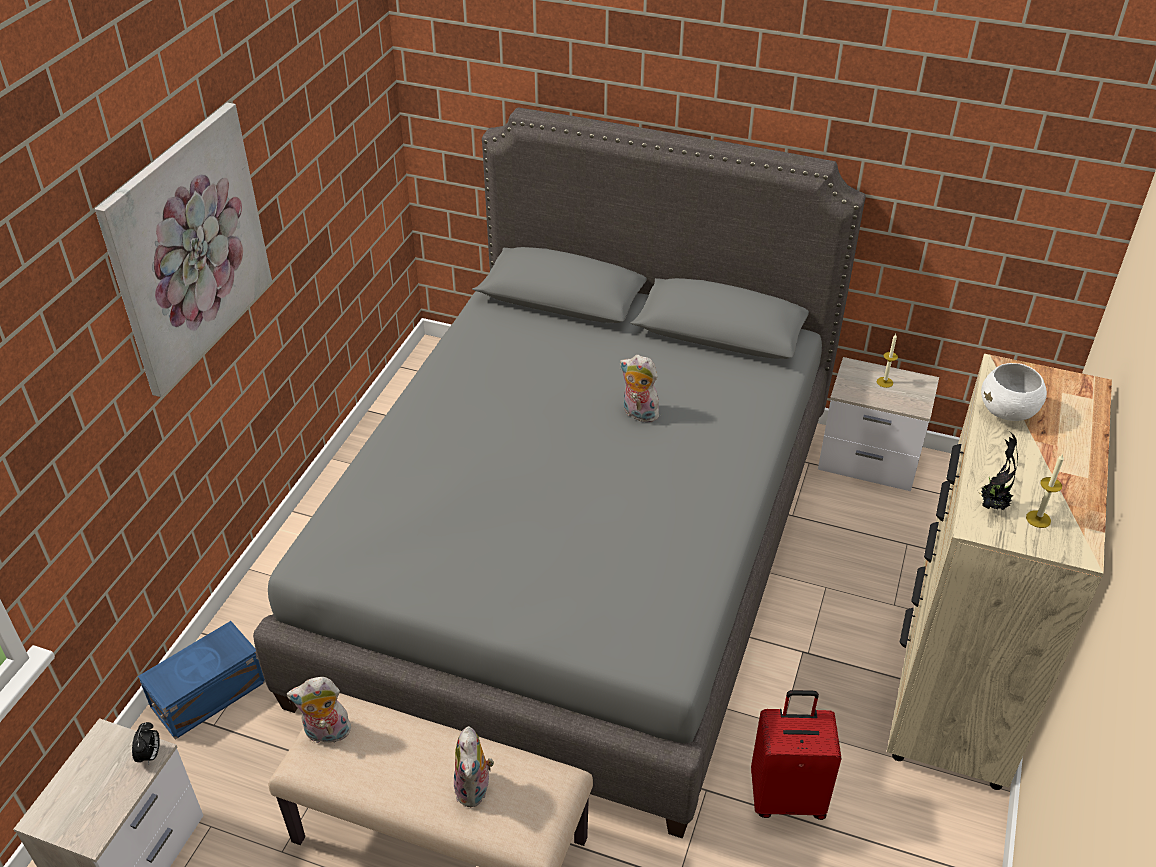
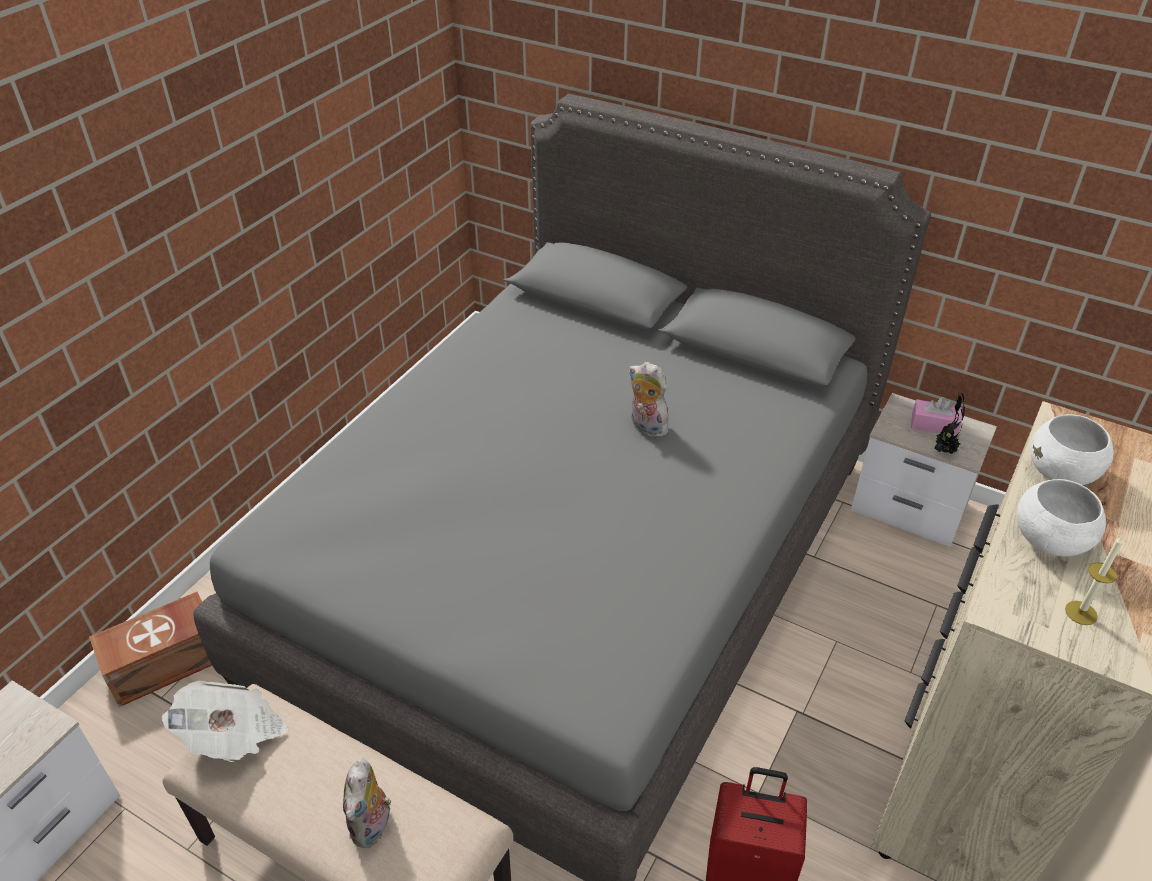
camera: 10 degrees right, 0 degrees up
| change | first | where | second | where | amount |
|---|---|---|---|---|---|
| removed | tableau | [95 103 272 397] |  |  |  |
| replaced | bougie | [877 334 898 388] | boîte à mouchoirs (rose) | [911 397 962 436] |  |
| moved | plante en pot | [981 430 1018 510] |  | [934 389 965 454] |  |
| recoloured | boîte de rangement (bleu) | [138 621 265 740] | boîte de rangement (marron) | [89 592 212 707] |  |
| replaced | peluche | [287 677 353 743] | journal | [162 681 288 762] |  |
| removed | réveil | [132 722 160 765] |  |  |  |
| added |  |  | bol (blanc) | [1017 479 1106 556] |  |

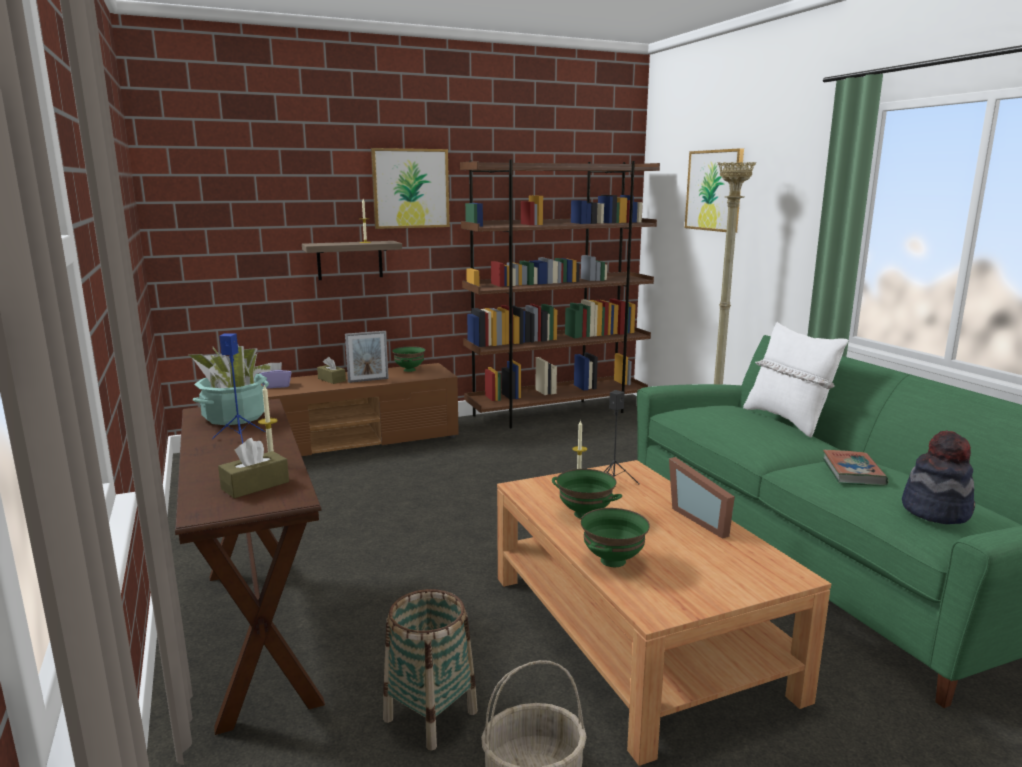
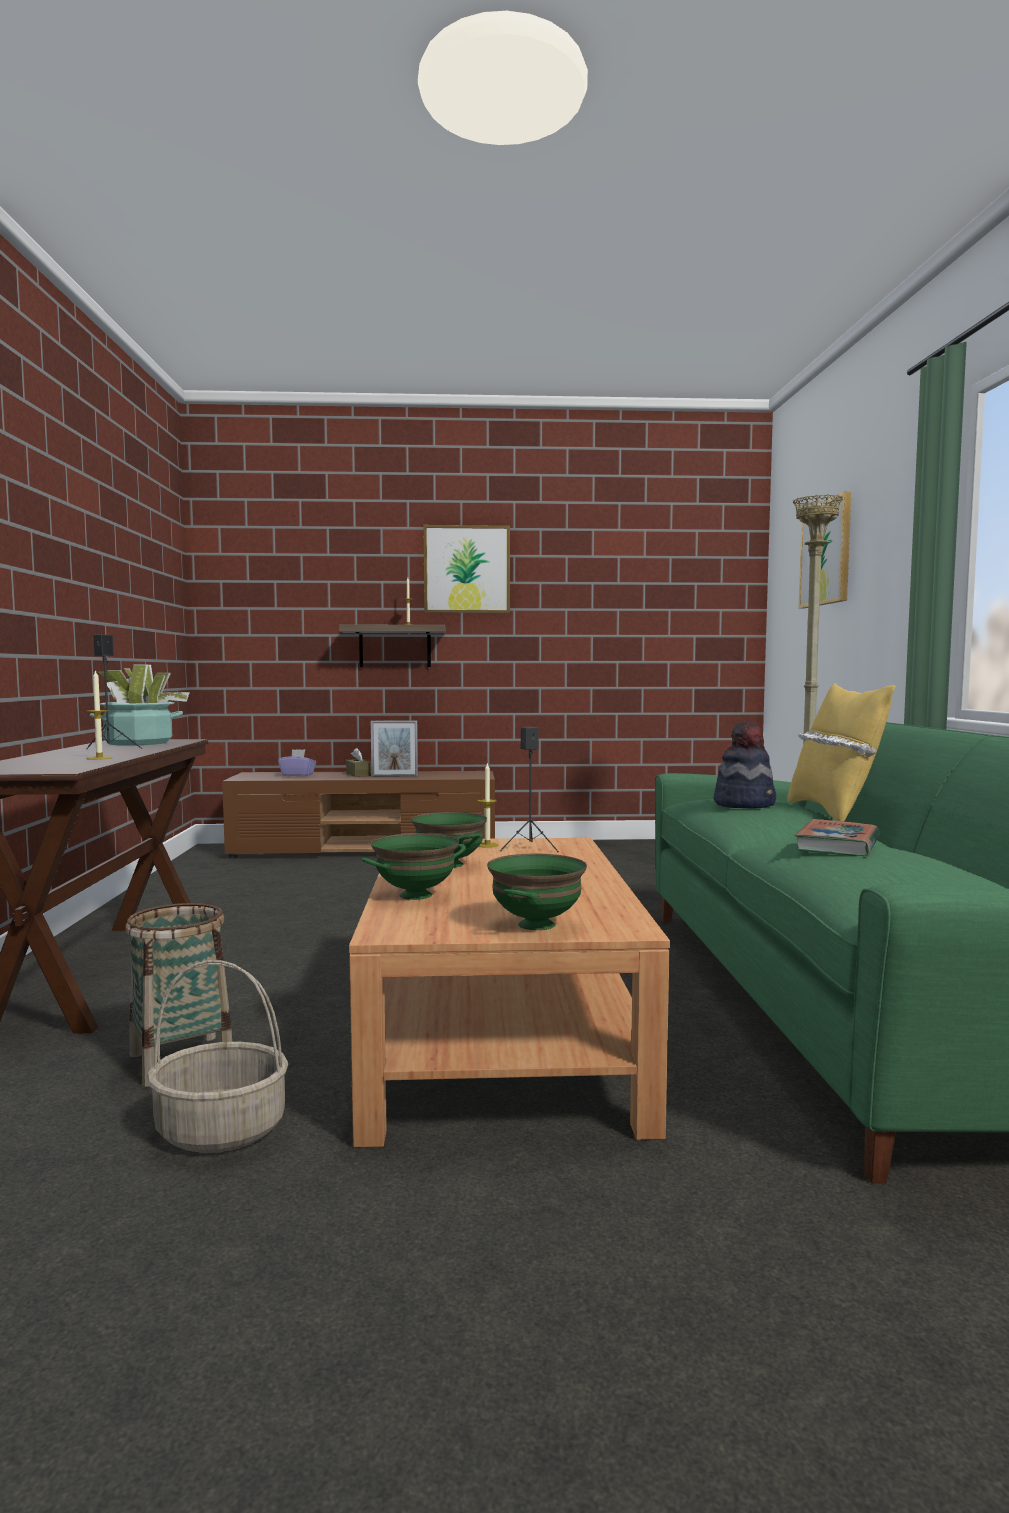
camera: 20 degrees right, 10 degrees down
| change | first | where | second | where | amount |
|---|---|---|---|---|---|
| removed | bibliothèque (marron) | [460 159 660 428] |  |  |  |
| recoloured | coussin (blanc) | [743 322 848 438] | coussin (jaune) | [787 683 895 821] |  |
| recoloured | enceinte (bleu) | [212 333 265 444] | enceinte (noir) | [86 634 142 749] |  |
| moved | bol (vert) | [392 346 426 372] |  | [487 854 587 930] |  |
| moved | chapeau | [902 430 975 524] |  | [713 721 776 808] |  |
| removed | boîte à mouchoirs (marron) | [218 438 289 498] |  |  |  |
| removed | cadre photo | [669 457 735 539] |  |  |  |

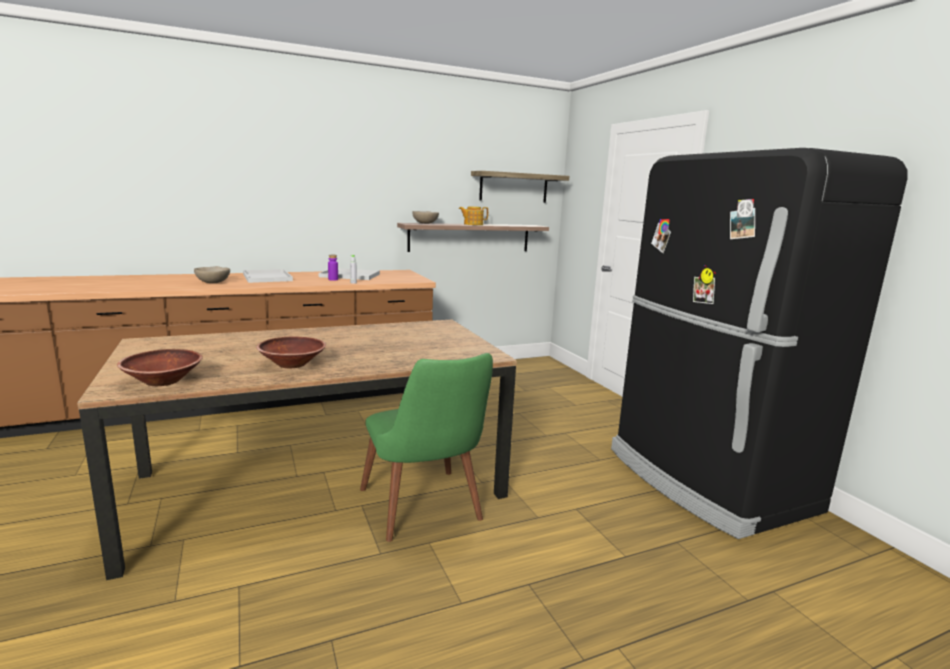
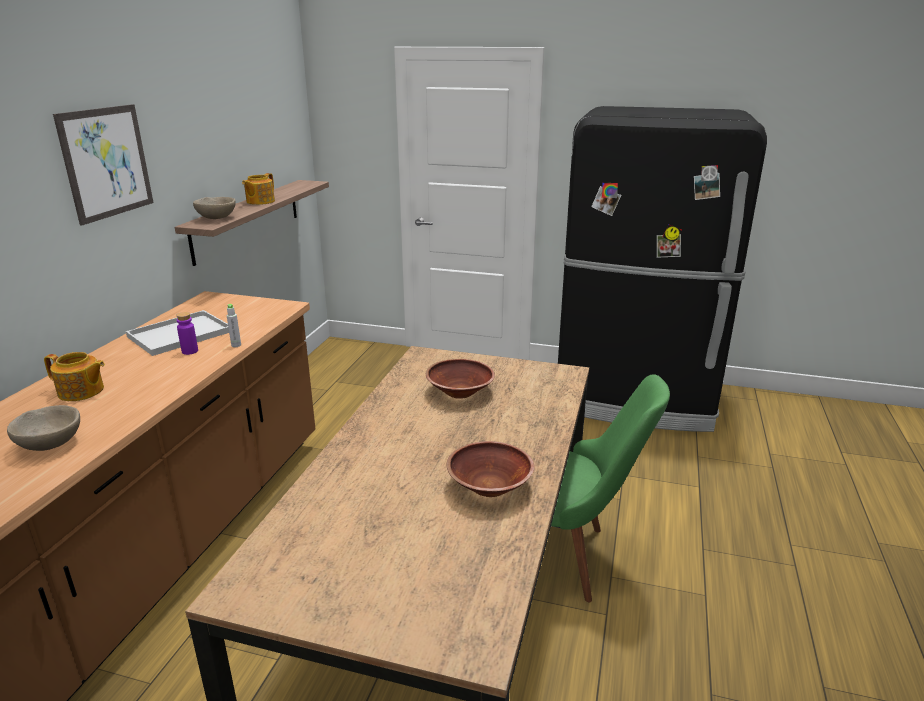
camera: 50 degrees left, 10 degrees up
| change | first | where | second | where | amount |
|---|---|---|---|---|---|
| removed | étagère | [471 171 569 203] |  |  |  |
| replaced | plateau (blanc) | [243 269 293 283] | théière | [44 352 105 401] |  |
| moved | bol (marron) | [117 349 203 386] |  | [426 359 495 399] |  |
| added |  |  | tableau | [53 104 153 225] |  |

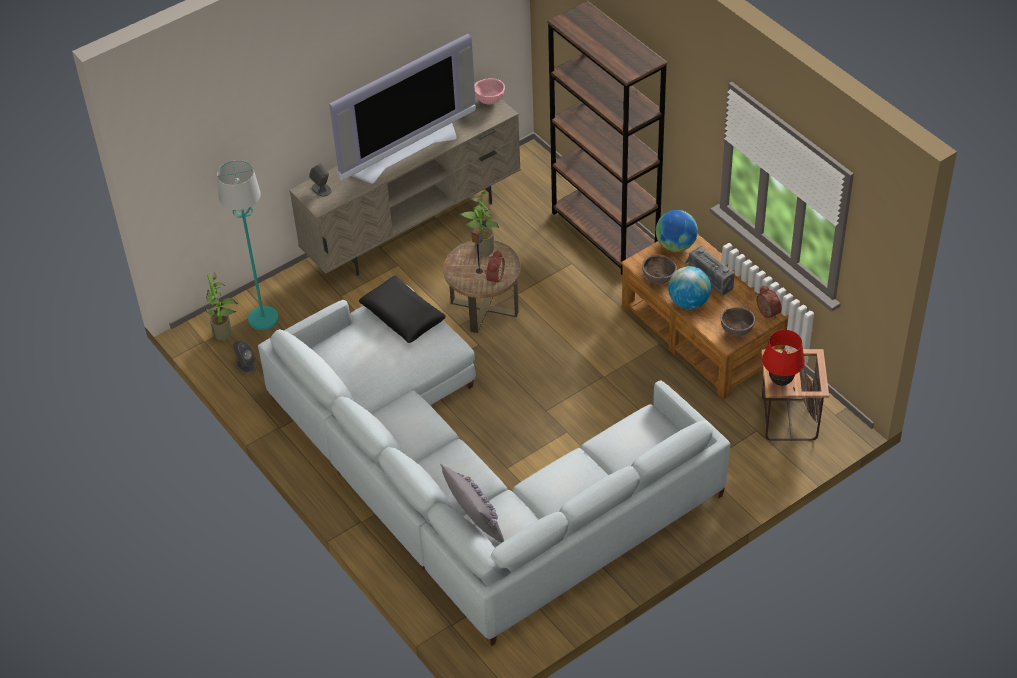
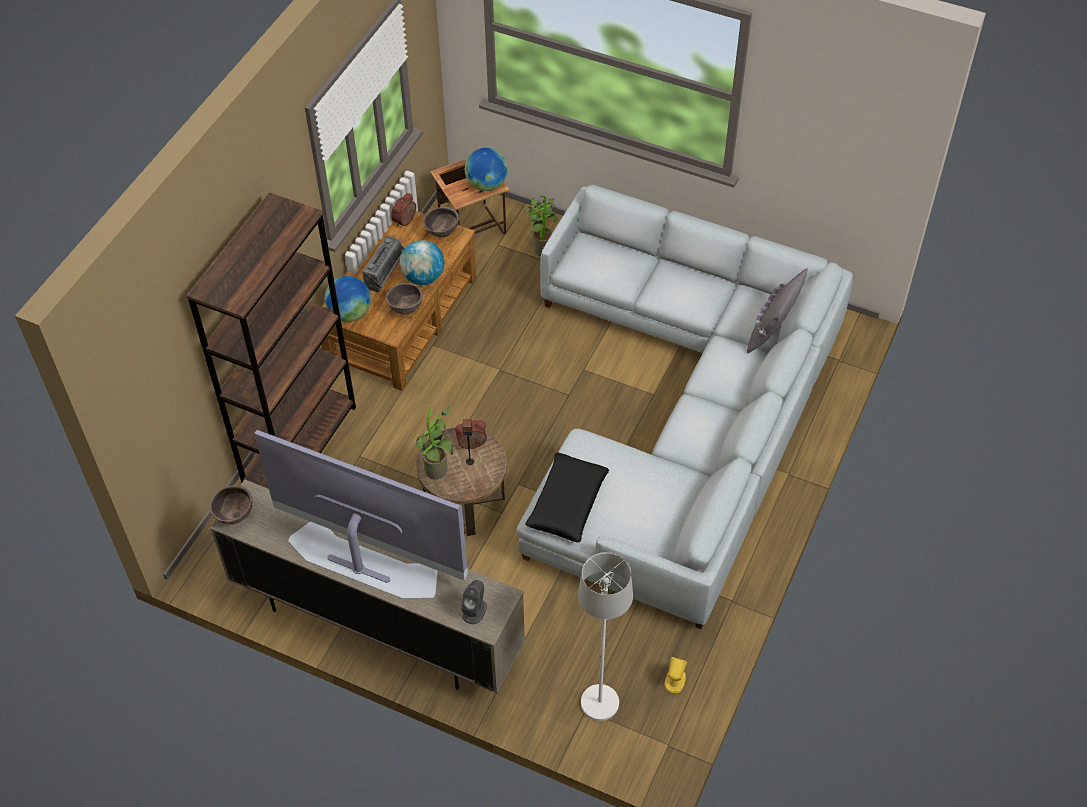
camera: 120 degrees left, 5 degrees up
| change | first | where | second | where | amount |
|---|---|---|---|---|---|
| recoloured | bol (rose) | [474 78 505 105] | bol (marron) | [209 485 252 524] |  |
| recoloured | lampadaire (turquoise) | [217 160 279 330] | lampadaire (blanc) | [578 552 633 721] |  |
| moved | plante en pot | [205 272 238 341] |  | [523 195 558 257] |  |
| replaced | lampe de table (rouge) | [762 330 805 386] | globe | [465 148 508 191] |  |
| recoloured | enceinte (gris) | [233 341 257 374] | enceinte (jaune) | [665 657 687 693] |  |

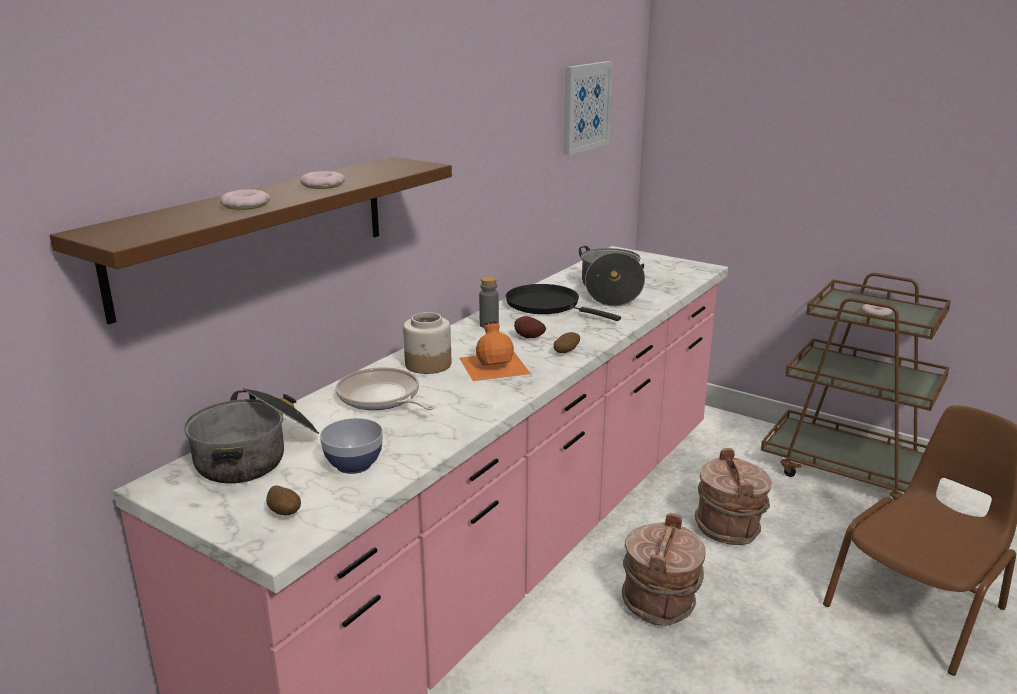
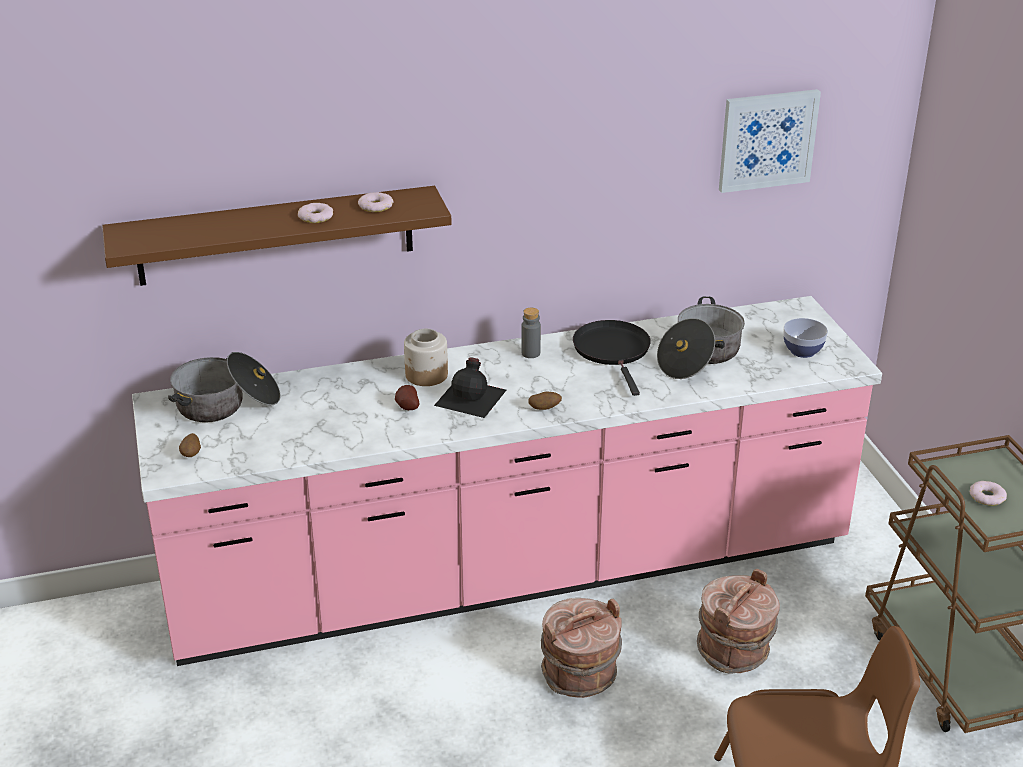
camera: 40 degrees right, 10 degrees up
| change | first | where | second | where | amount |
|---|---|---|---|---|---|
| moved | beignet | [220 189 270 210] |  | [358 192 394 212] |  |
| moved | pomme de terre | [514 316 546 338] |  | [395 385 419 410] |  |
| recoloured | bouteille (orange) | [459 321 531 381] | bouteille (noir) | [434 357 506 418] |  |
| removed | poêle | [336 367 434 410] |  |  |  |
| moved | bol | [320 418 383 474] |  | [783 318 828 358] |  |

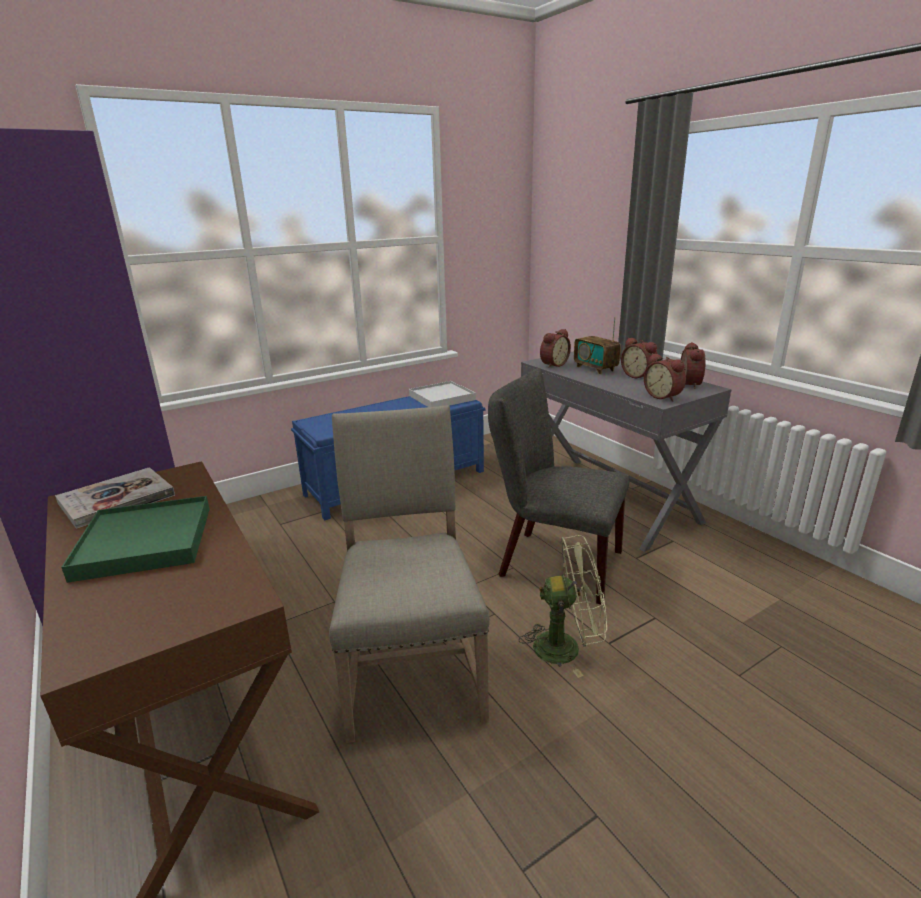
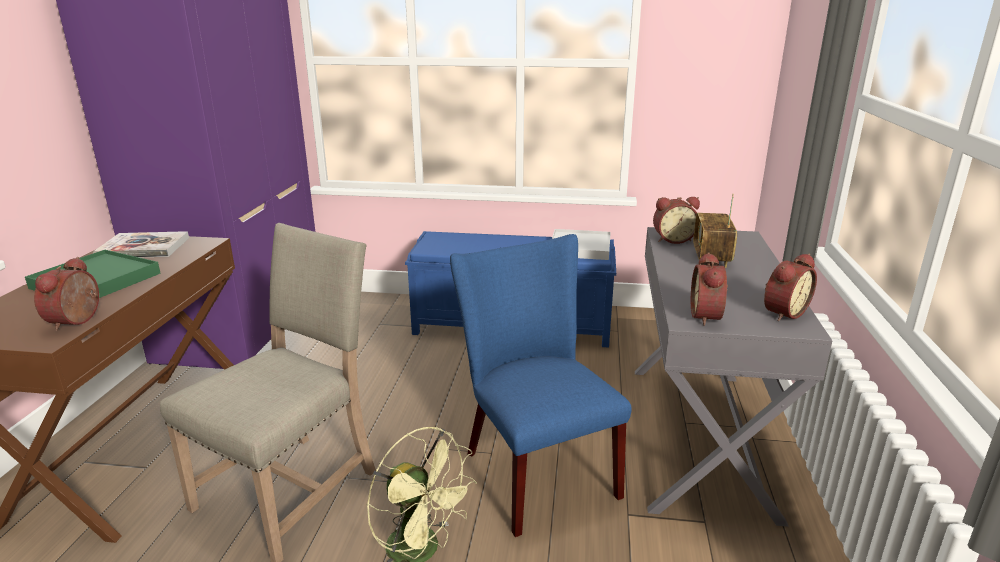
camera: 40 degrees right, 0 degrees up
| change | first | where | second | where | amount |
|---|---|---|---|---|---|
| moved | réveil | [621 337 657 378] |  | [34 257 99 331] |  |
| recoloured | chaise (gris) | [488 368 629 605] | chaise (bleu) | [450 234 632 537] |  |

